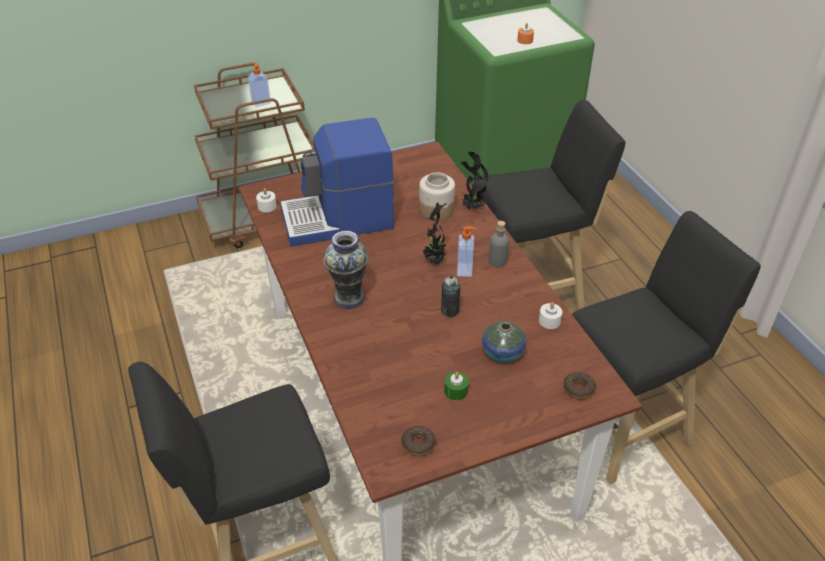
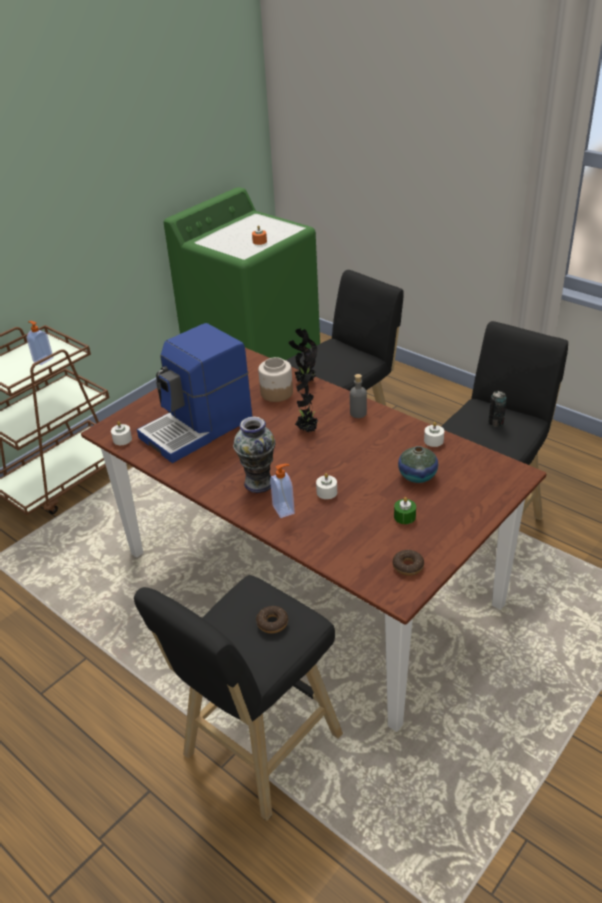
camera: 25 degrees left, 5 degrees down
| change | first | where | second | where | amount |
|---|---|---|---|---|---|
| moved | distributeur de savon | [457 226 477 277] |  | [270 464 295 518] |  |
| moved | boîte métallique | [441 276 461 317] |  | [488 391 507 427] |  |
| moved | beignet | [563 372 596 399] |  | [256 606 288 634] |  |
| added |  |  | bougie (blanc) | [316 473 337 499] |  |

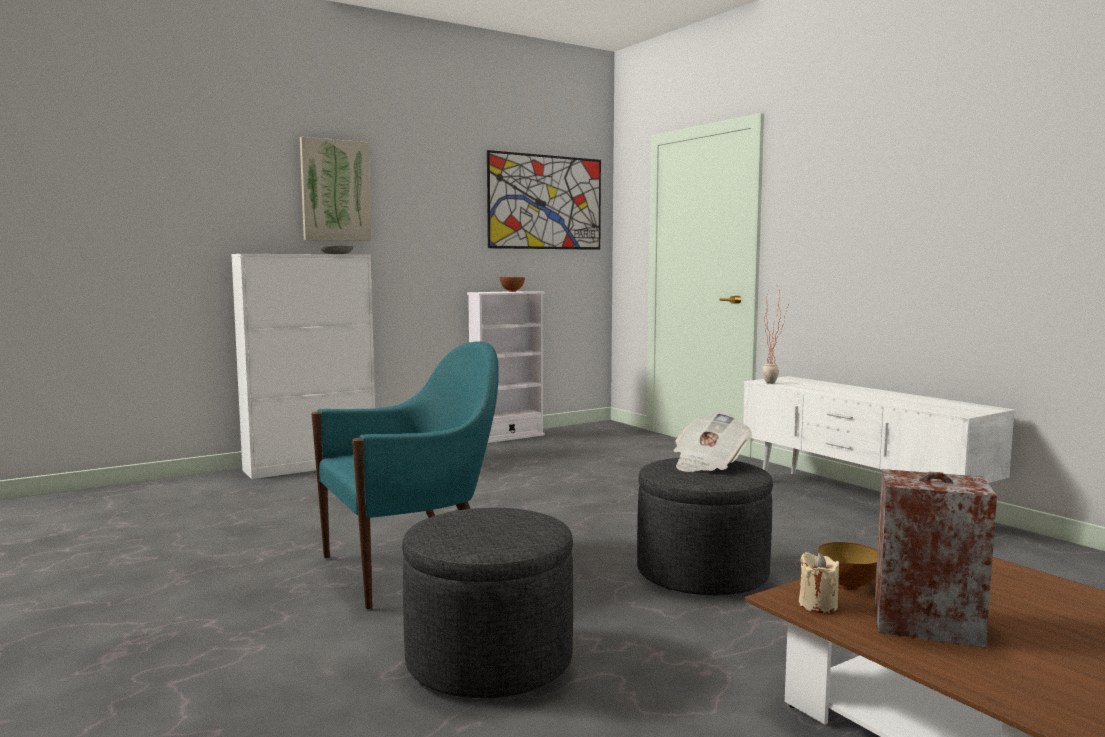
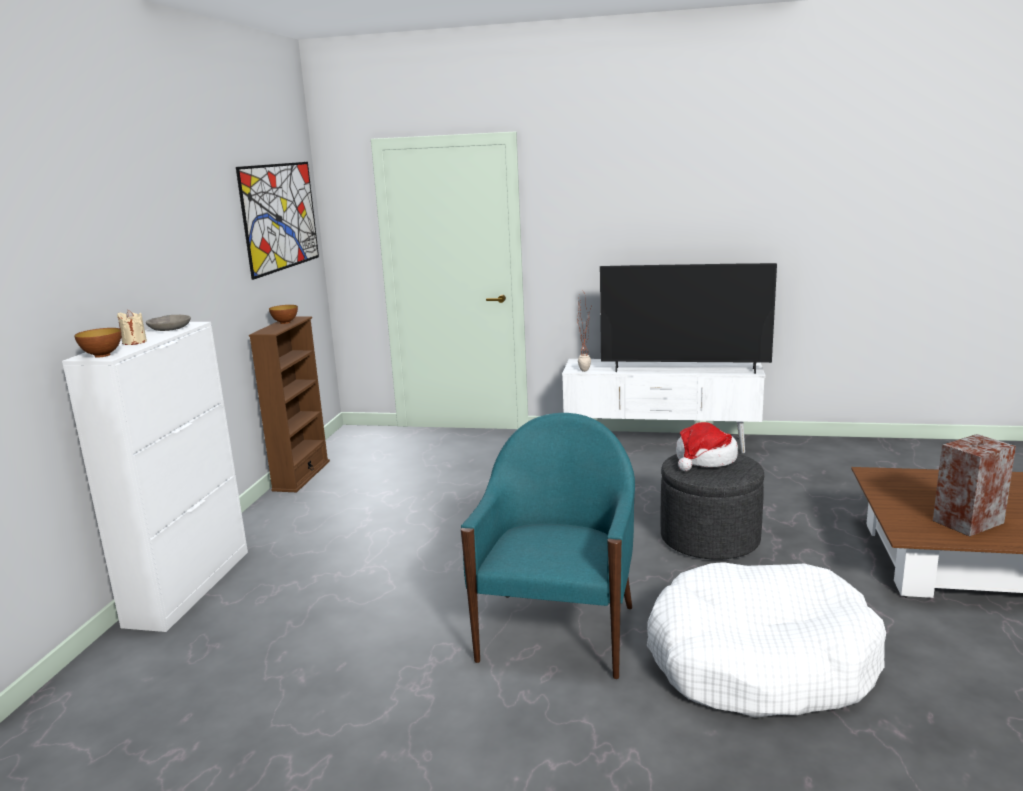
camera: 45 degrees left, 10 degrees up
| change | first | where | second | where | amount |
|---|---|---|---|---|---|
| removed | tableau | [300 137 372 241] |  |  |  |
| recoloured | bibliothèque (blanc) | [467 291 545 443] | bibliothèque (marron) | [249 316 330 492] |  |
| replaced | journal | [673 413 752 472] | chapeau | [676 422 738 471] |  |
| replaced | pouf (gris) | [402 508 573 698] | panier pour chien (blanc) | [647 562 886 718] |  |
| moved | bol | [818 542 878 590] |  | [74 328 122 357] |  |
| moved | bougie (beige) | [799 552 839 613] |  | [117 310 147 345] |  |
| added |  |  | téléviseur | [600 263 777 374] |  |

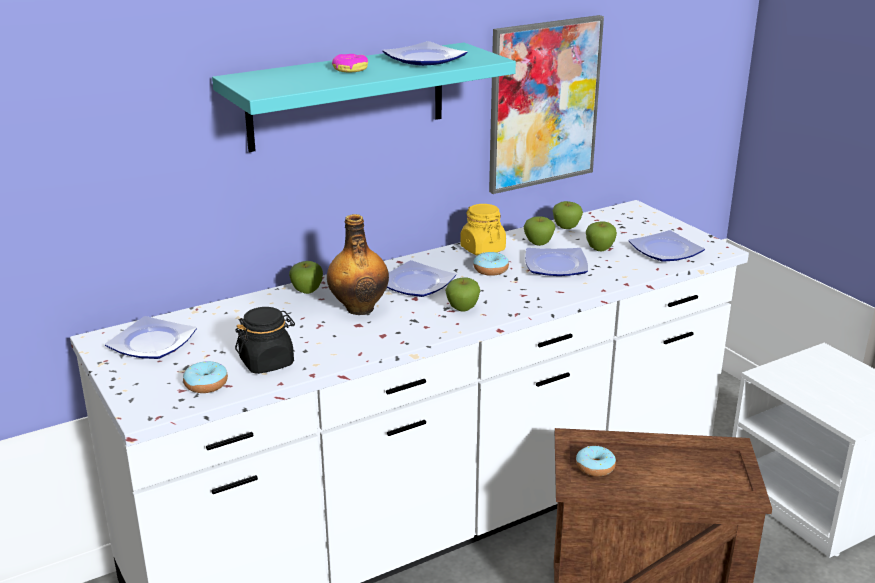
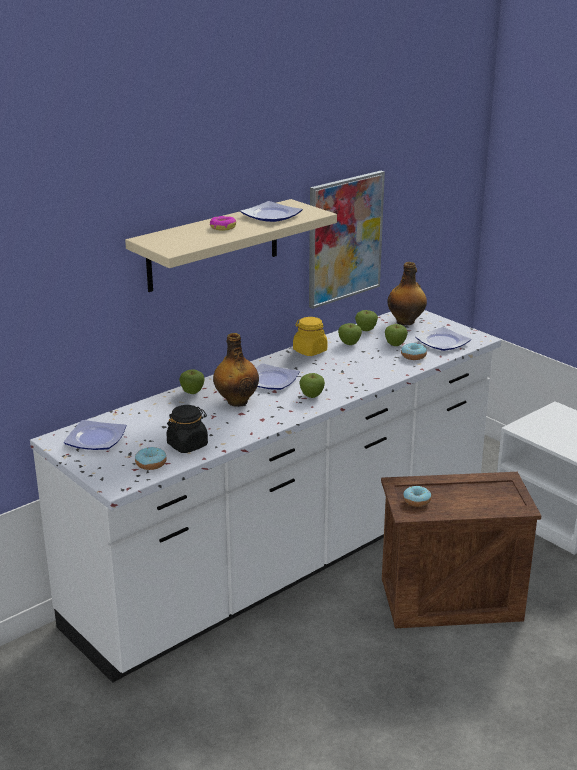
camera: 10 degrees left, 0 degrees up
| change | first | where | second | where | amount |
|---|---|---|---|---|---|
| recoloured | étagère (turquoise) | [212 42 516 152] | étagère (beige) | [125 199 337 292] |  |
| removed | assiette | [525 248 588 276] |  |  |  |
| moved | beignet | [474 252 509 276] |  | [401 343 427 360] |  |
| added |  |  | bouteille | [388 262 427 326] |  |

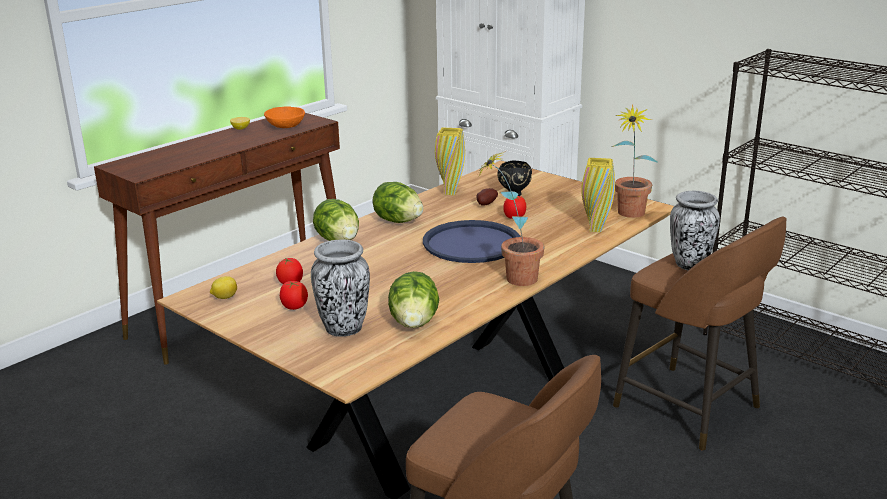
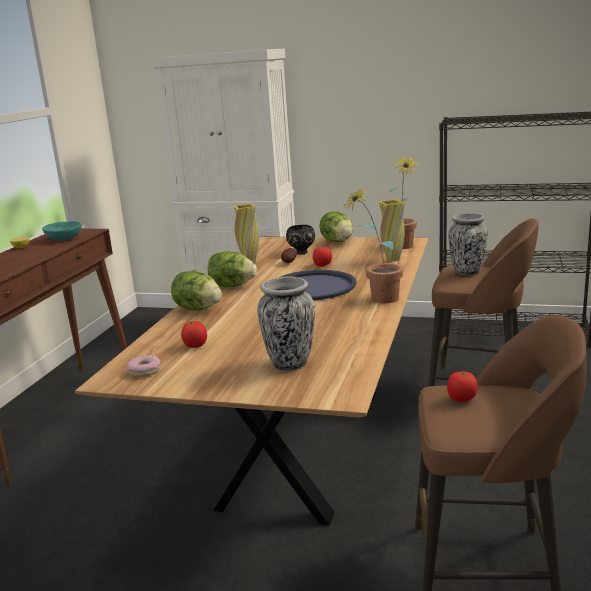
camera: 25 degrees left, 5 degrees down
| change | first | where | second | where | amount |
|---|---|---|---|---|---|
| recoloured | bol (orange) | [264 106 305 128] | bol (turquoise) | [42 221 82 241] |  |
| moved | laitue | [388 271 439 328] |  | [319 211 353 242] |  |
| replaced | citron | [210 276 237 299] | beignet | [127 355 161 377] |  |
| moved | tomate | [280 281 308 310] |  | [447 371 477 402] |  |

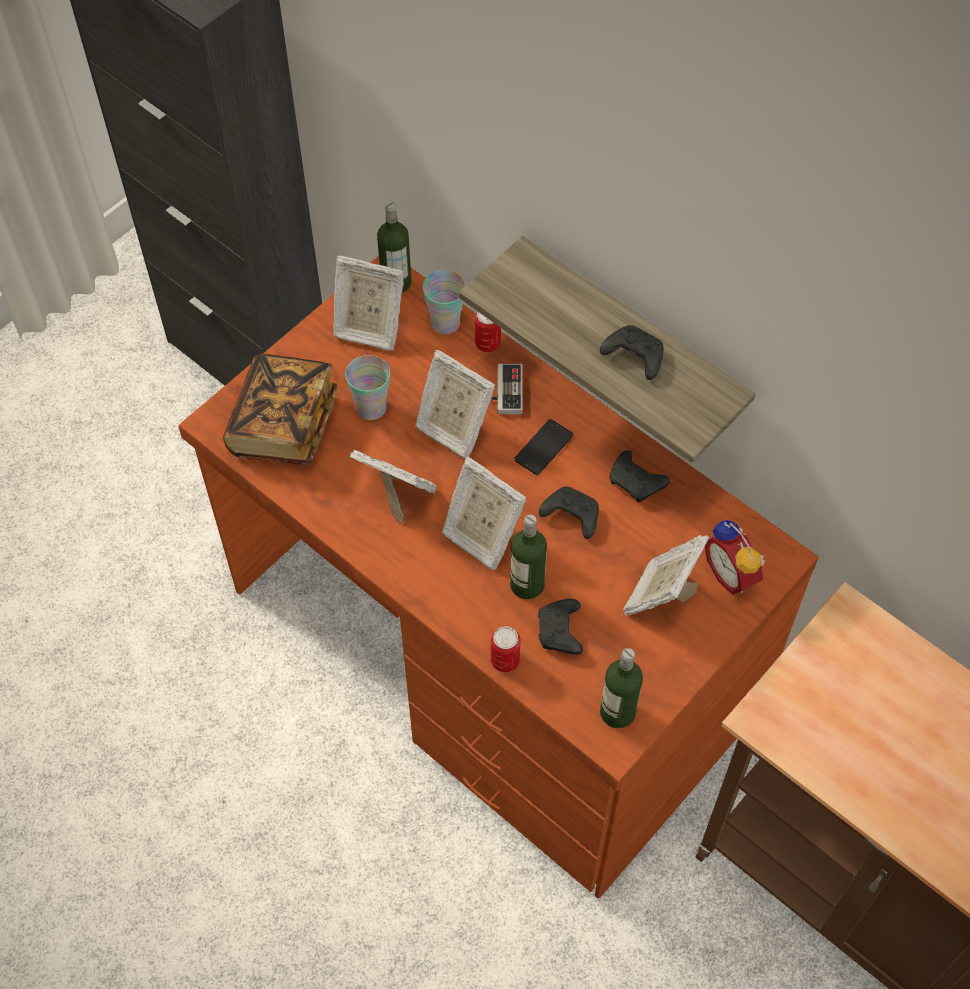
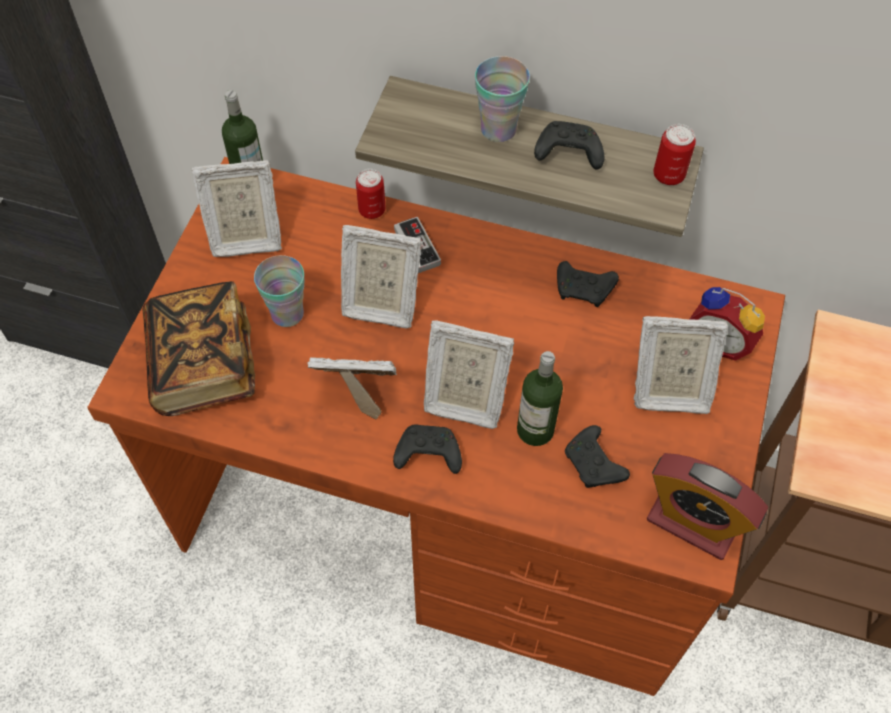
camera: 25 degrees left, 0 degrees up
| change | first | where | second | where | amount |
|---|---|---|---|---|---|
| moved | tasse | [423 270 466 334] |  | [475 56 530 142] |  |
| removed | téléphone | [514 419 573 475] |  |  |  |
| moved | manette (noir) | [539 486 599 539] |  | [393 424 462 474] |  |
| turned | cadre photo | [623 535 709 616] |  | [634 316 728 414] | 90 degrees counterclockwise |
| moved | boîte métallique | [491 626 521 672] |  | [654 124 696 185] |  |
| replaced | bouteille | [600 648 643 728] | réveil | [647 453 768 560] |  |

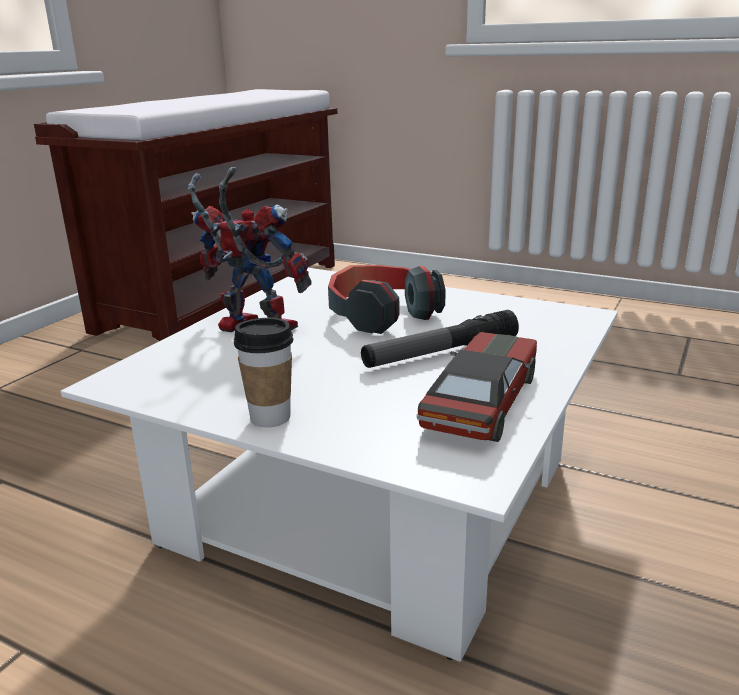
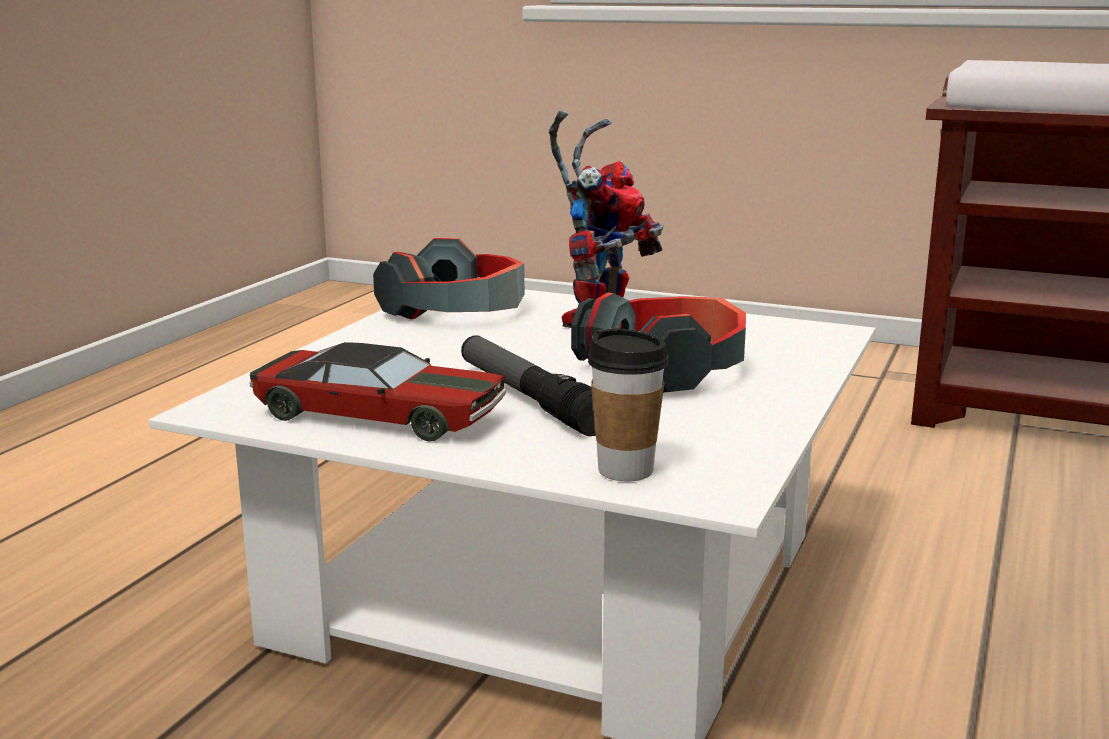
camera: 85 degrees right, 5 degrees down
| change | first | where | second | where | amount |
|---|---|---|---|---|---|
| moved | tasse | [234 318 293 428] |  | [588 328 668 481] |  |
| added |  |  | casque audio | [373 238 524 319] |  |

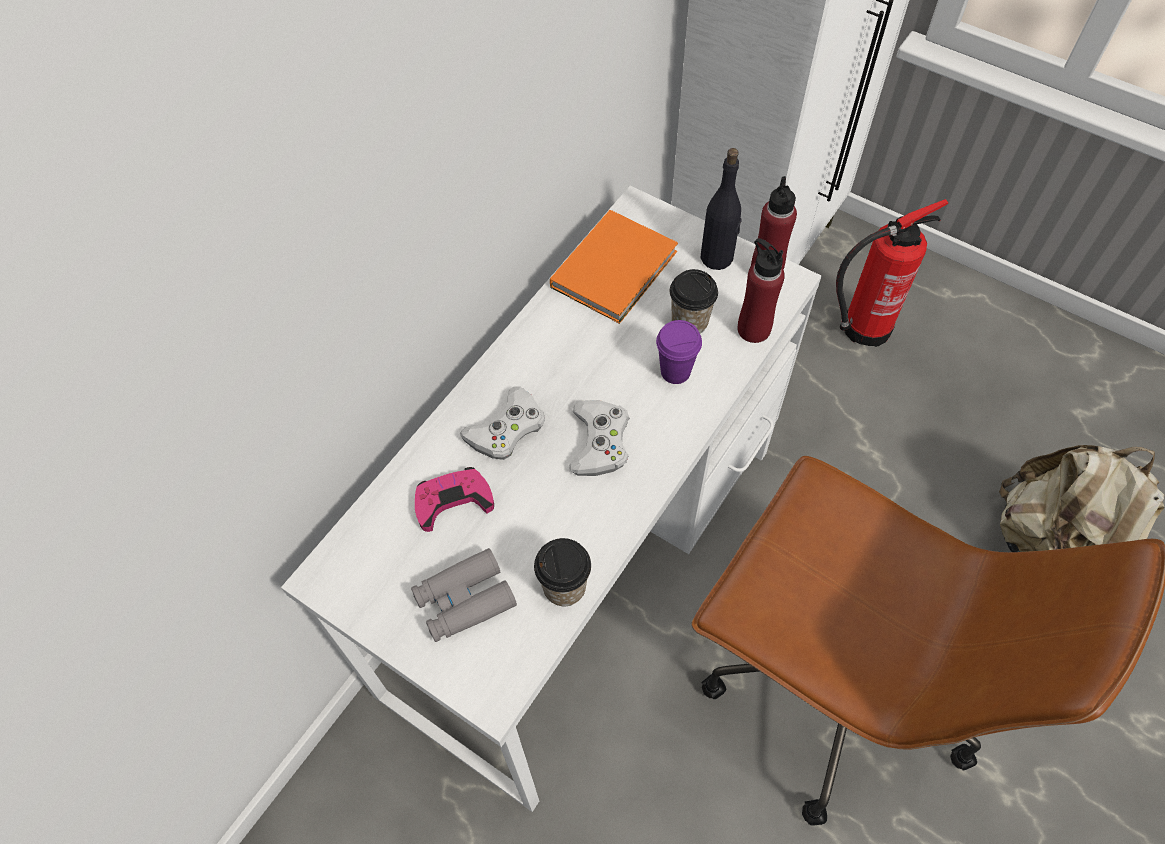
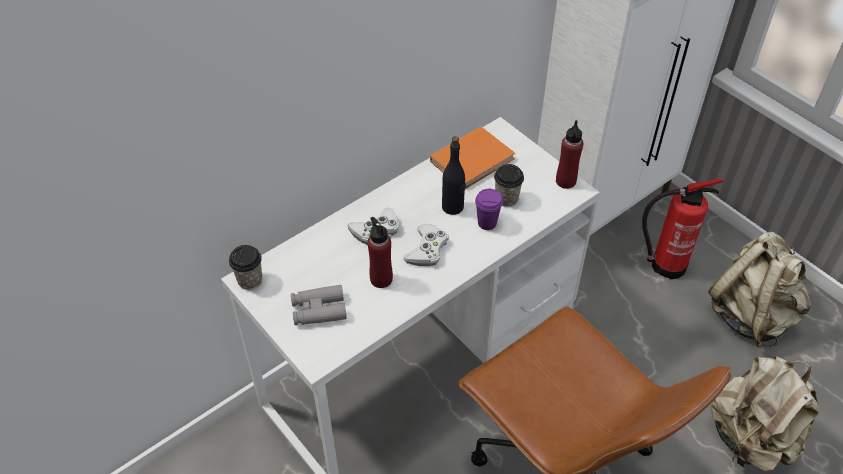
camera: 15 degrees right, 10 degrees down
| change | first | where | second | where | amount |
|---|---|---|---|---|---|
| moved | bouteille (noir) | [701 148 742 270] |  | [442 136 466 215] |  |
| moved | bouteille (rouge) | [738 238 785 343] |  | [368 217 393 288] |  |
| removed | manette (rose) | [415 467 494 532] |  |  |  |
| moved | tasse | [534 538 591 606] |  | [229 245 262 290] |  |
| added |  |  | sac à dos (beige) | [708 232 811 347] |  |

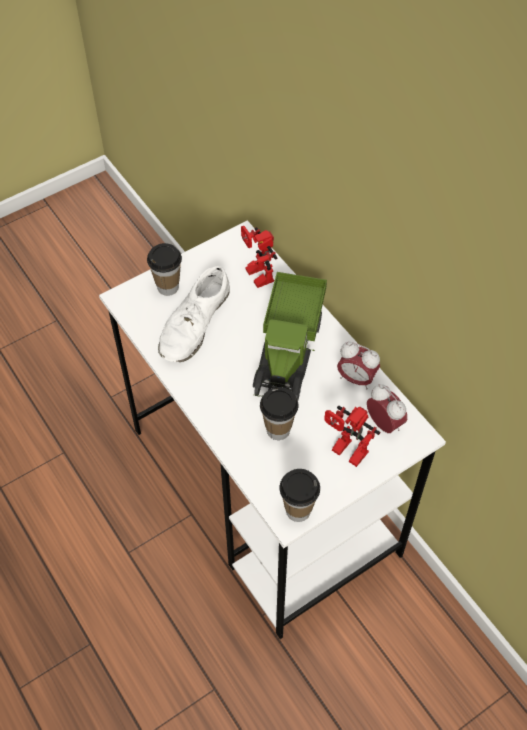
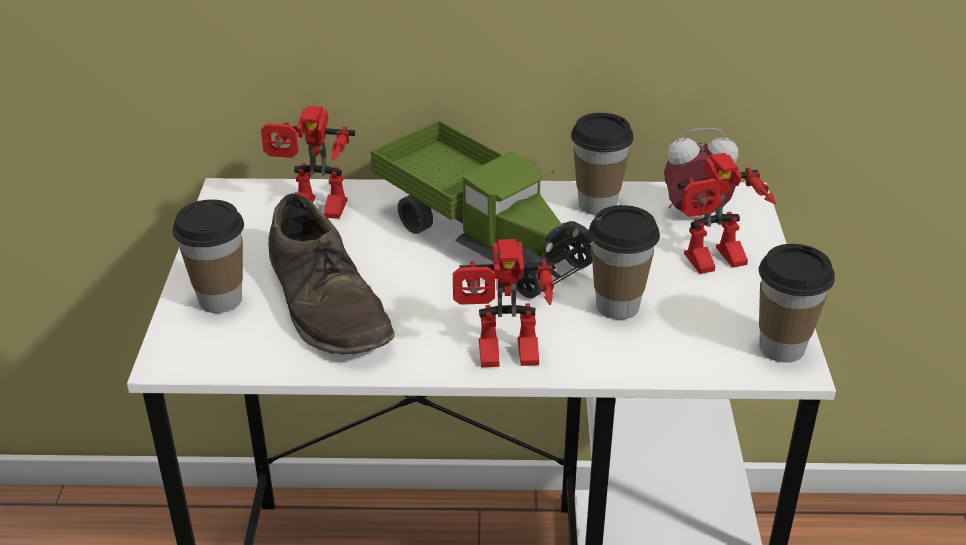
camera: 55 degrees left, 20 degrees down
| change | first | where | second | where | amount |
|---|---|---|---|---|---|
| recoloured | chaussure (blanc) | [158 266 230 362] | chaussure (marron) | [268 193 395 355] |  |
| replaced | réveil | [337 342 380 389] | tasse | [571 113 634 215] |  |
| added |  |  | robot jouet | [453 239 556 367] |  |

